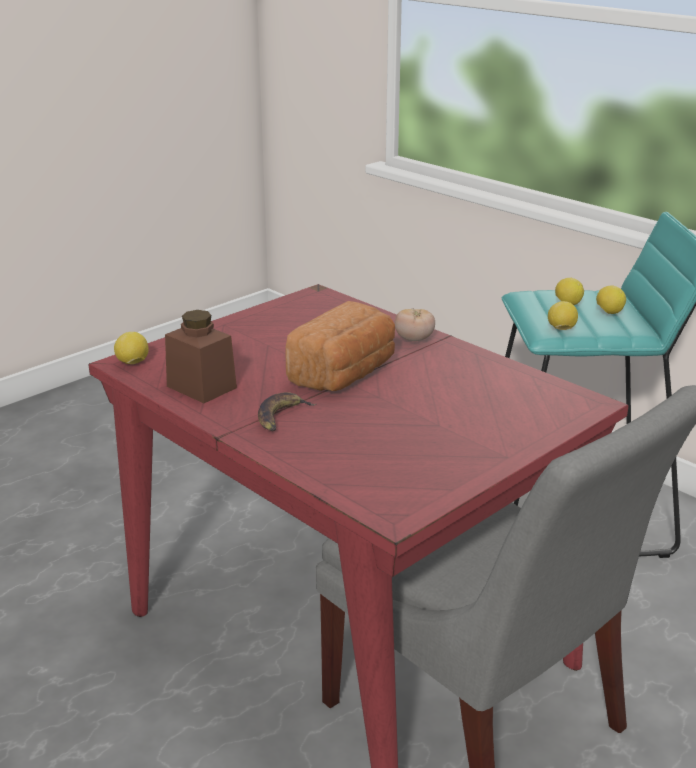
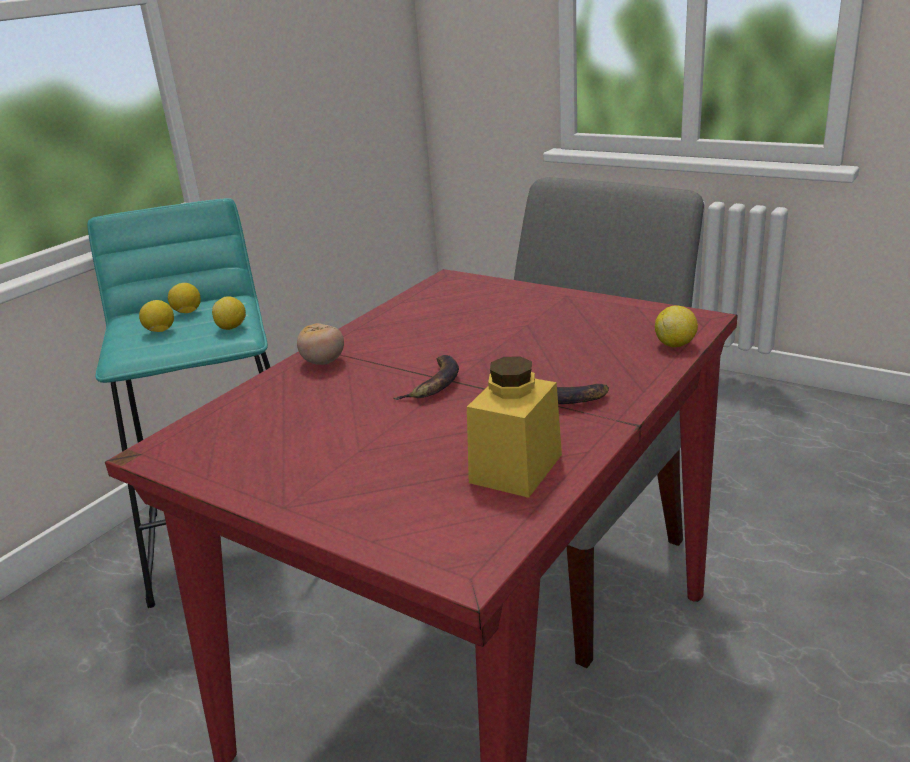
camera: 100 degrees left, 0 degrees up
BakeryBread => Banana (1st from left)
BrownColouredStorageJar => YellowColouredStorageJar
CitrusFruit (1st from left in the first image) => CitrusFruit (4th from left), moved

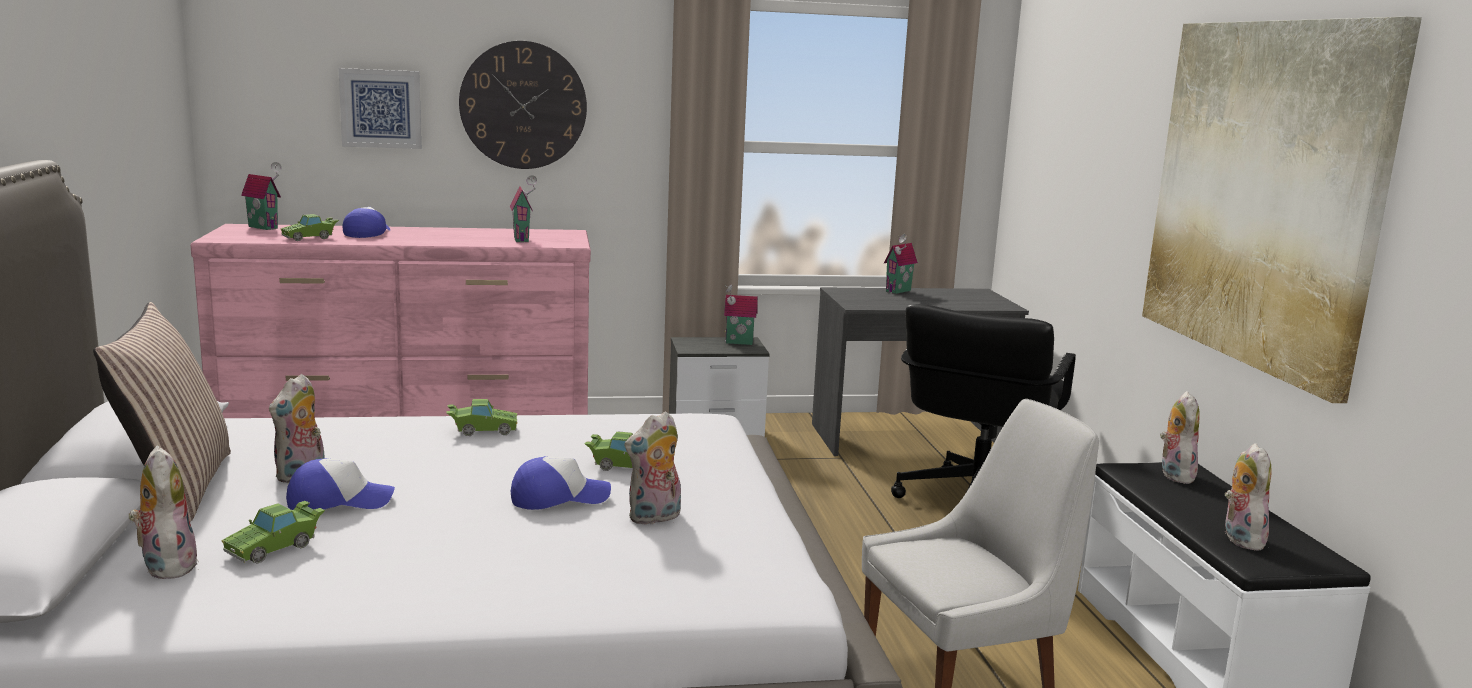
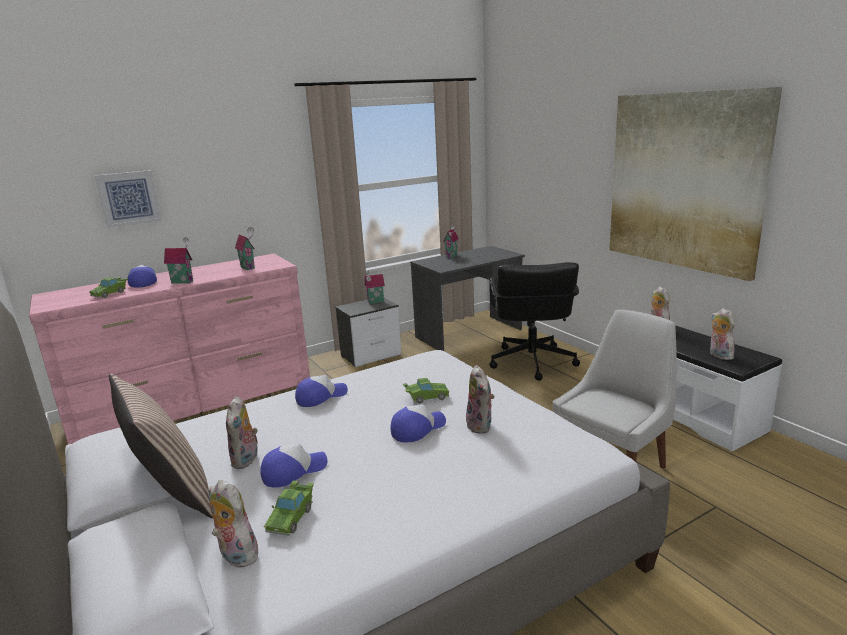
camera: 20 degrees left, 5 degrees up
ClockOnTheWall => nothing
ToyHouse (1st from left), moved
GreenModelCar (3rd from left) => PeakedCap (3rd from left)
CuddlyToy (3rd from left), 45 degrees counterclockwise

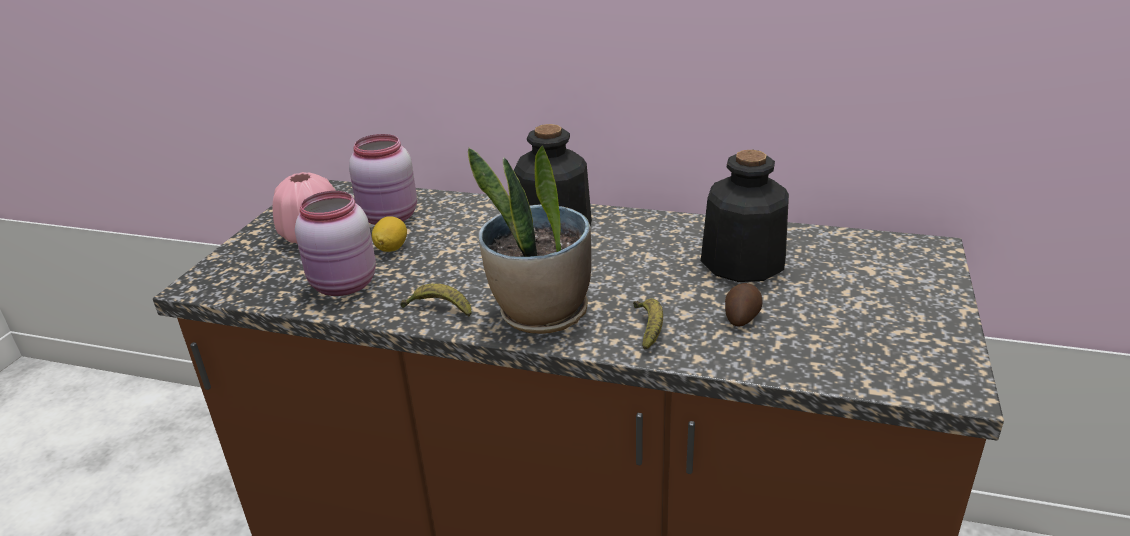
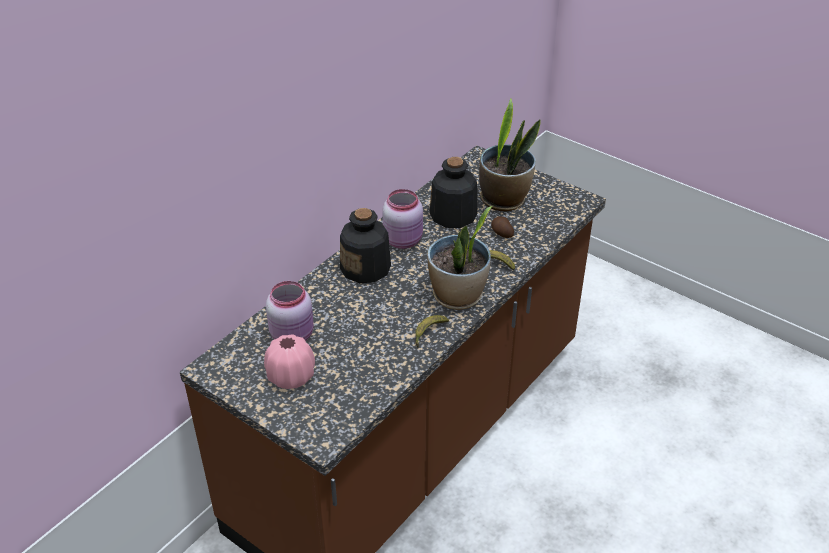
camera: 70 degrees left, 10 degrees up
PinkColouredStorageJar (1st from left in the first image) => PinkColouredStorageJar (2nd from left), moved
CitrusFruit => nothing
nothing => Houseplant (2nd from left)

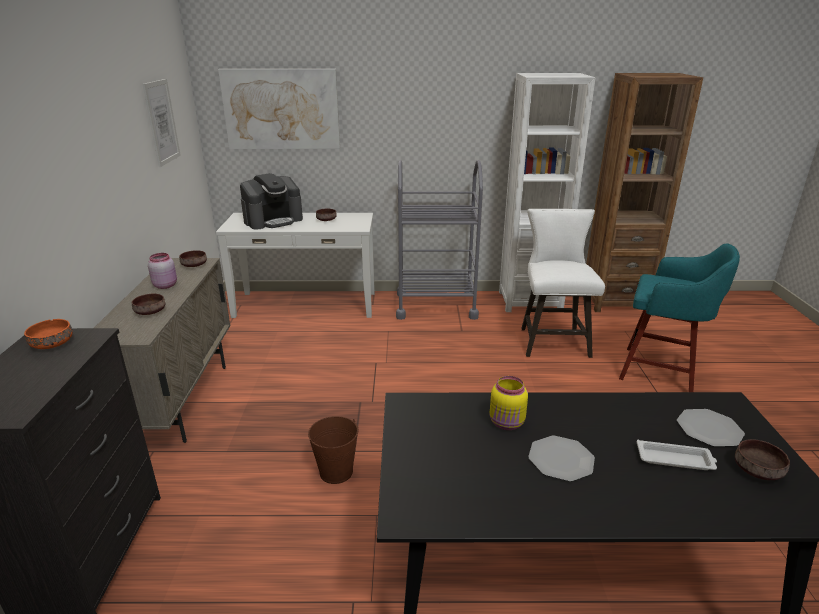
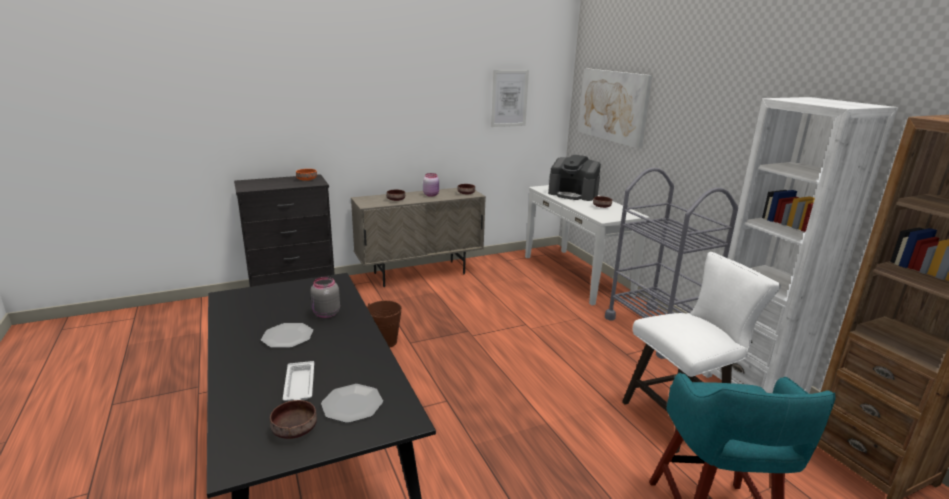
camera: 65 degrees right, 5 degrees down
YellowColouredStorageJar => GrayStorageJar

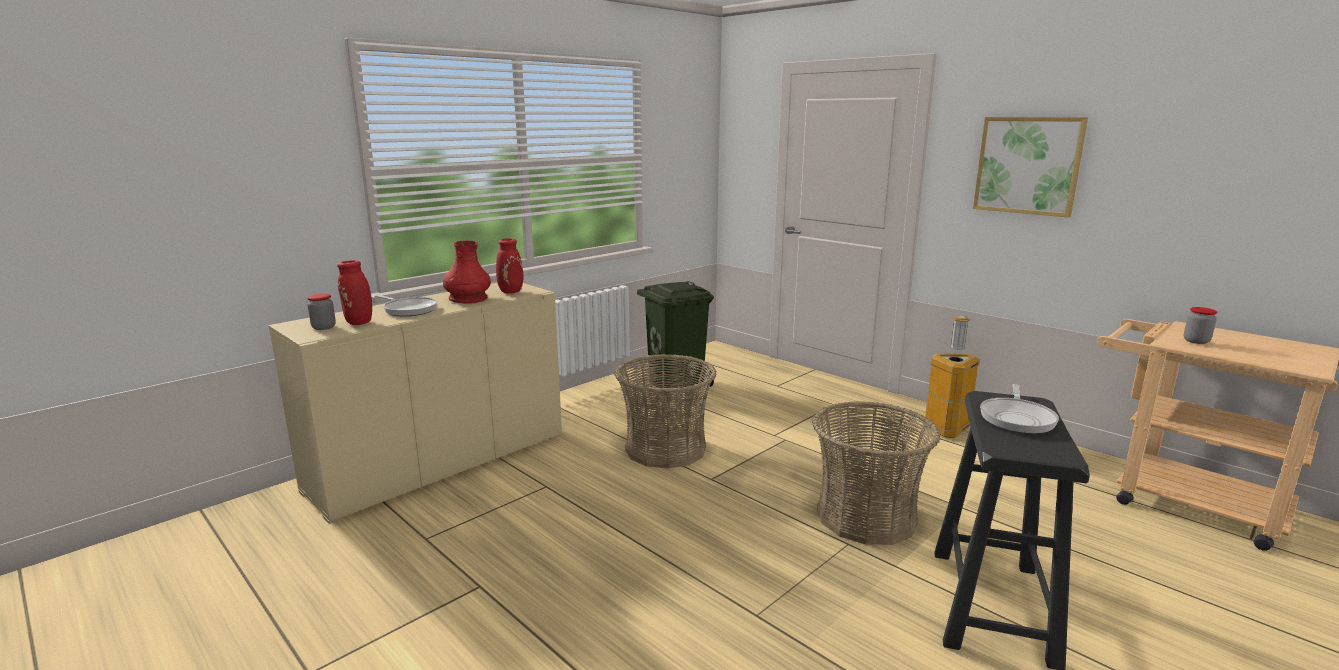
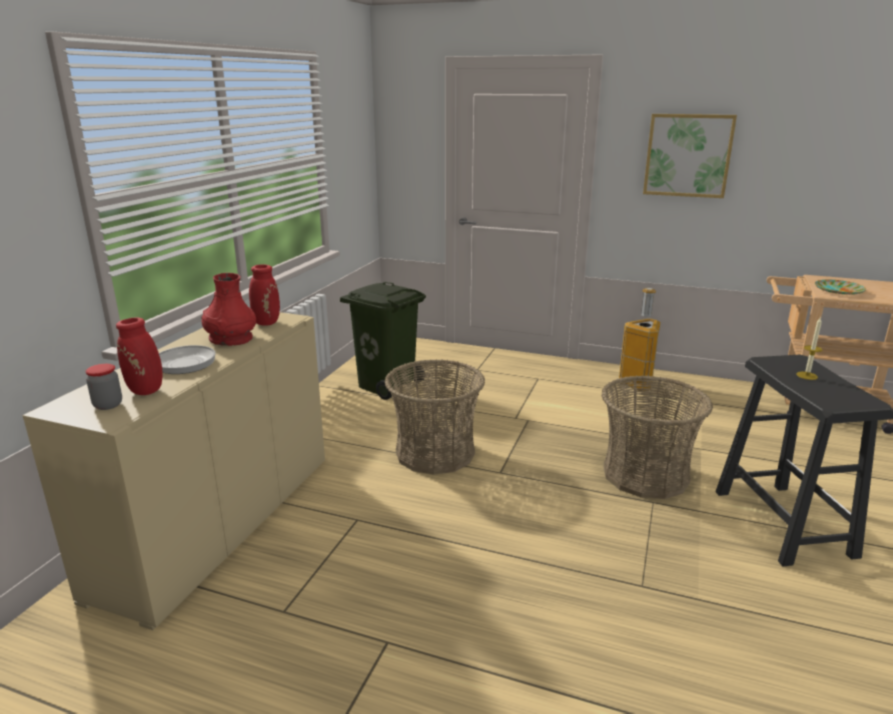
camera: 25 degrees left, 5 degrees up
StorageJar (2nd from left) => FlatDish
FryingPan (2nd from left) => WaxCandle

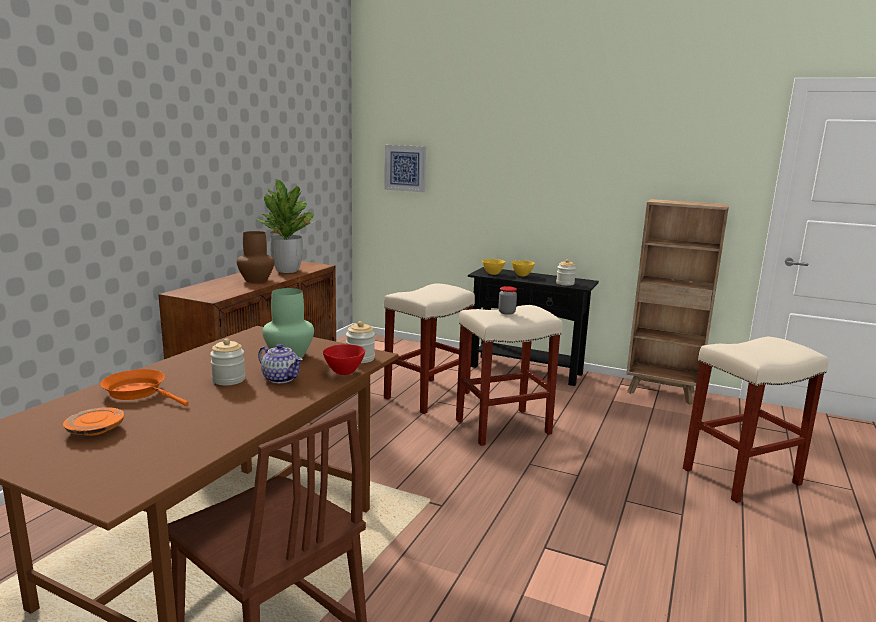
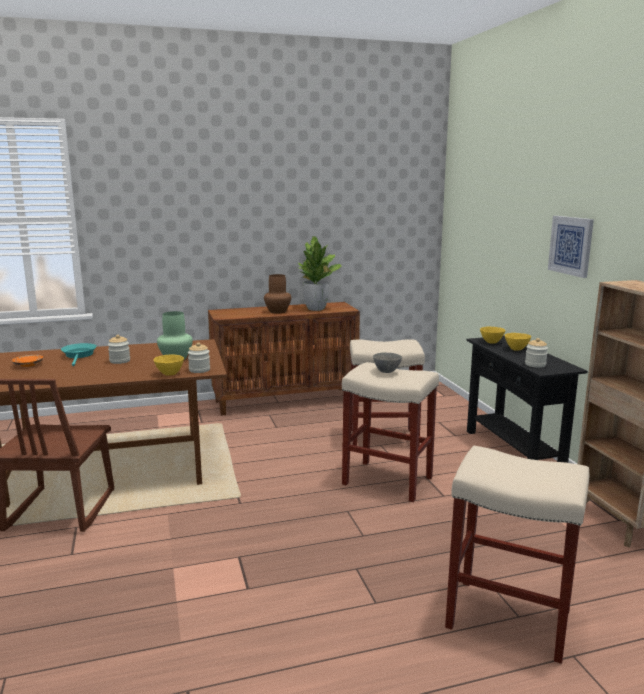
camera: 50 degrees right, 0 degrees up
Picture, moved
StorageJar (3rd from left) => GrayBowl
Teapot => nothing
ReddishBowl => YellowColouredBowl (1st from left)
OrangeyFryingPan => BlueGreenFryingPan

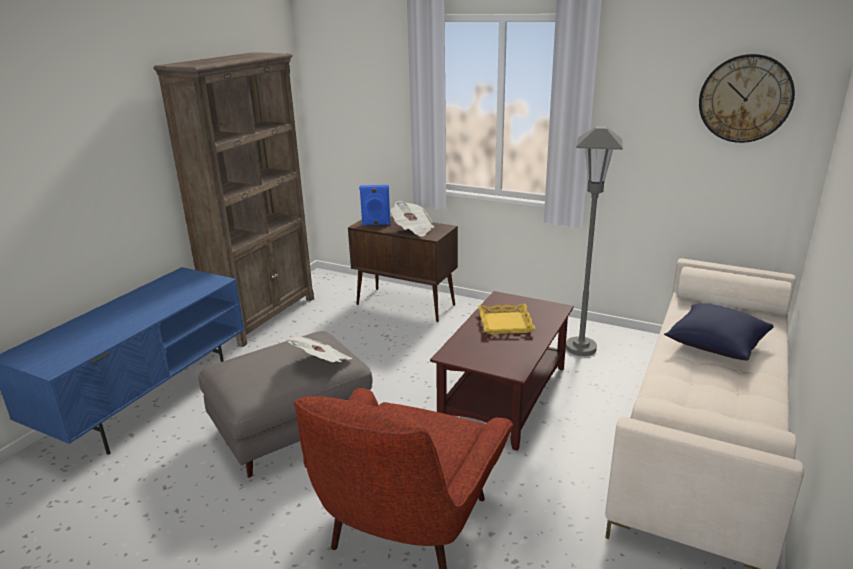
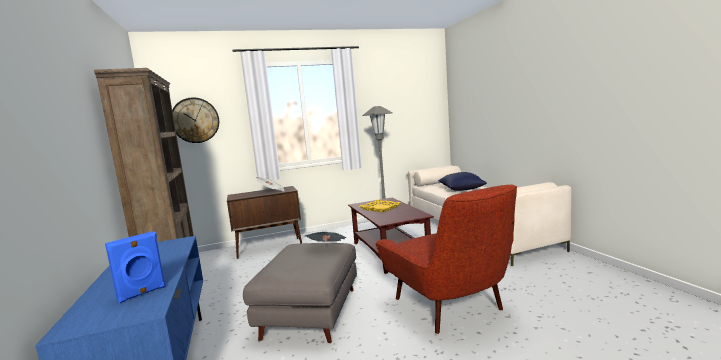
camera: 45 degrees left, 15 degrees down
ClockOnTheWall, moved
BlueSpeaker, moved

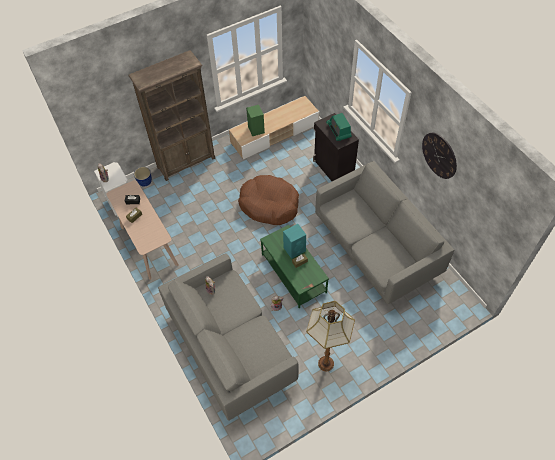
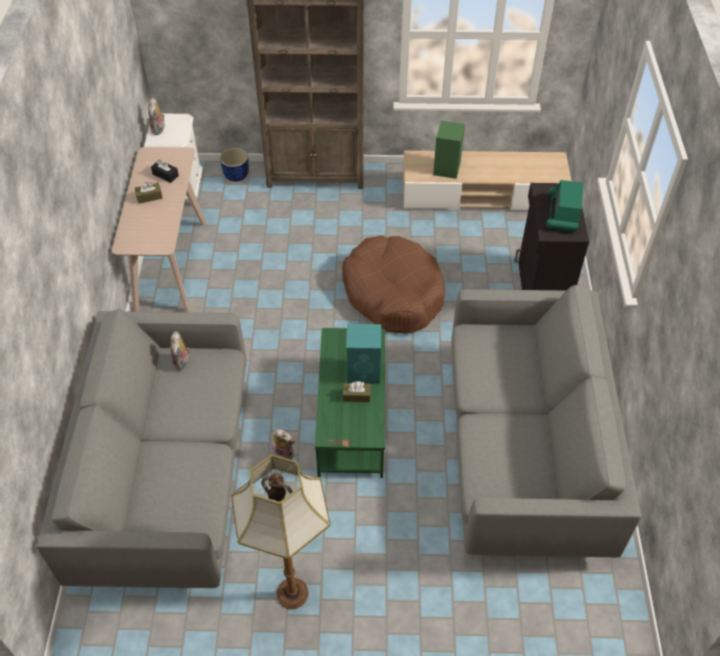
camera: 30 degrees right, 5 degrees down
ClockOnTheWall => nothing

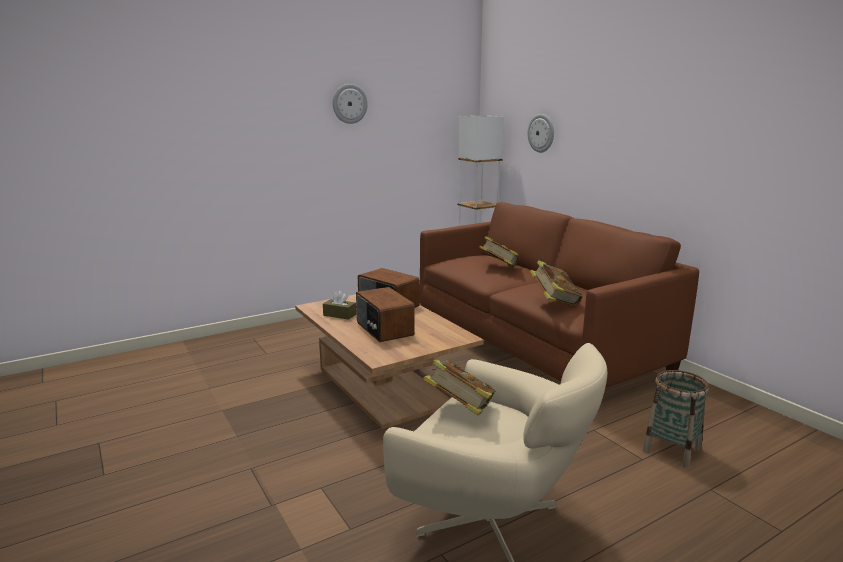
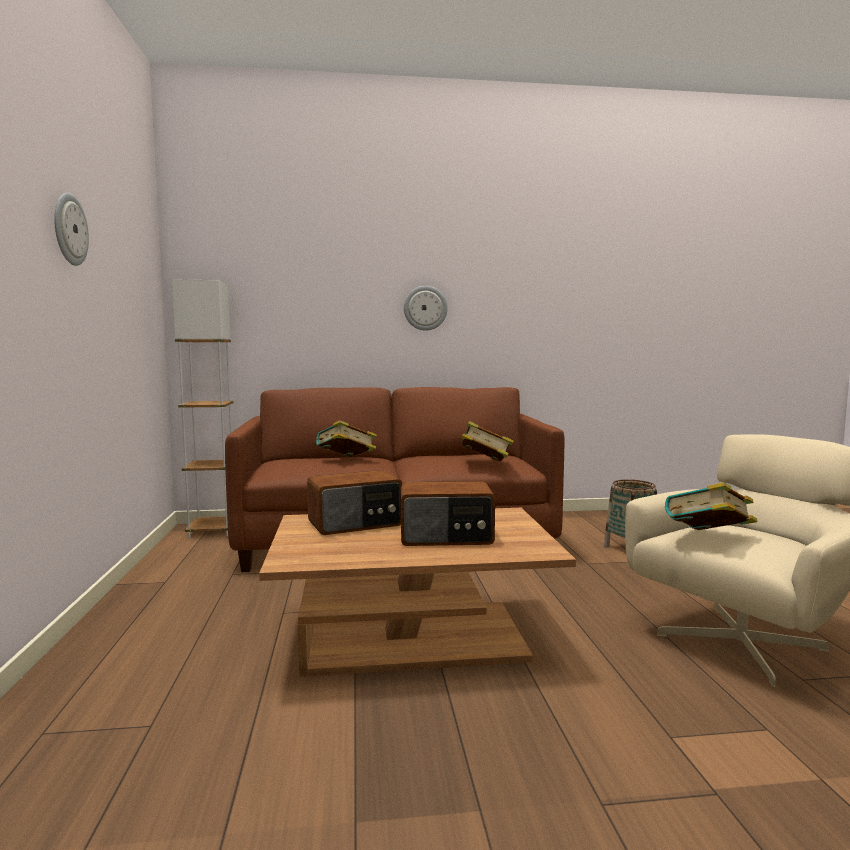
camera: 65 degrees left, 10 degrees down
ClockOnTheWall (2nd from left), moved
BrownColouredTissueBox => nothing

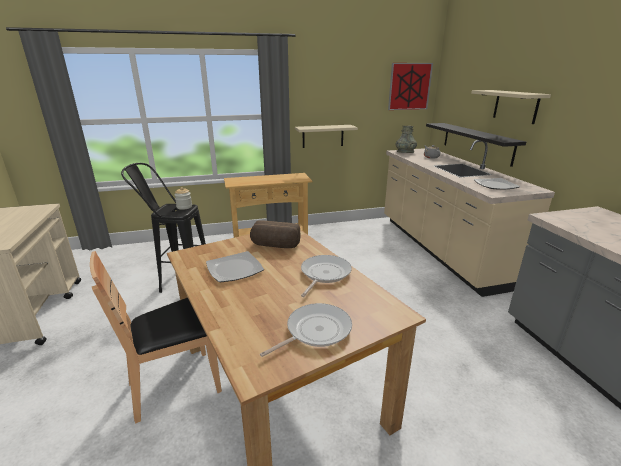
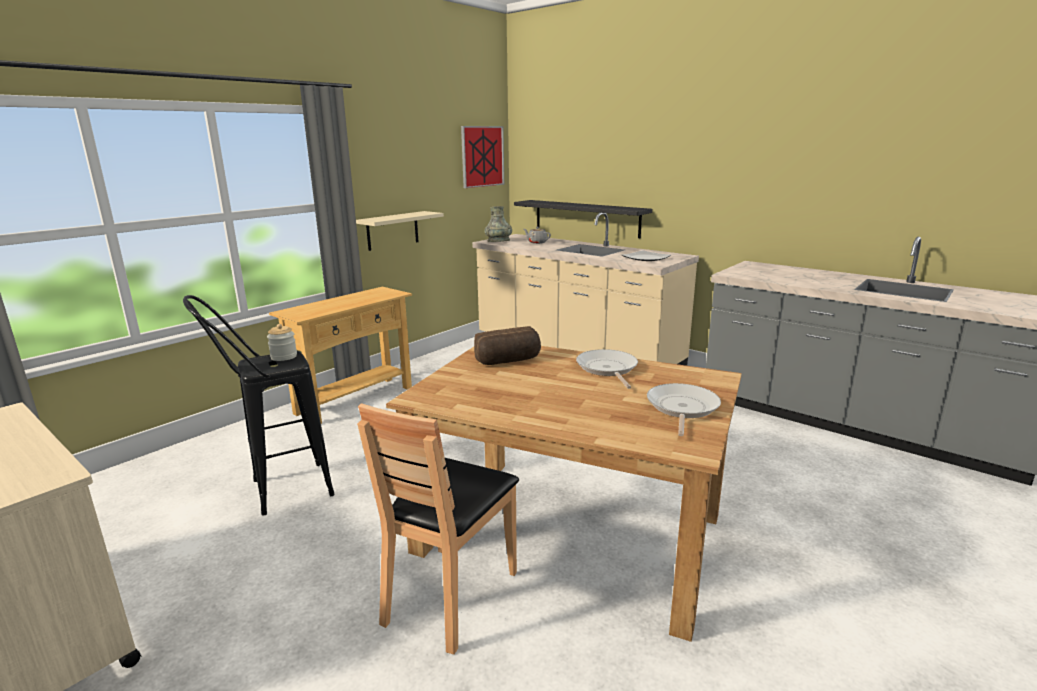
camera: 35 degrees left, 5 degrees down
BeigeShelf (2nd from left) => nothing
FlatDish (1st from left) => nothing

